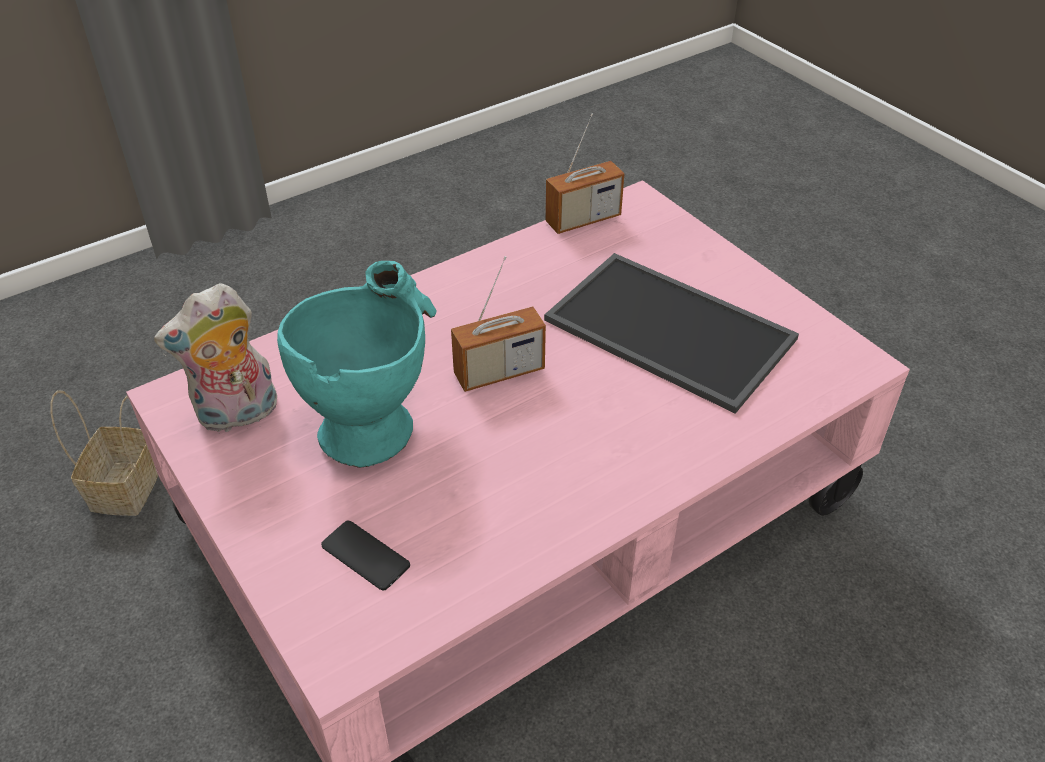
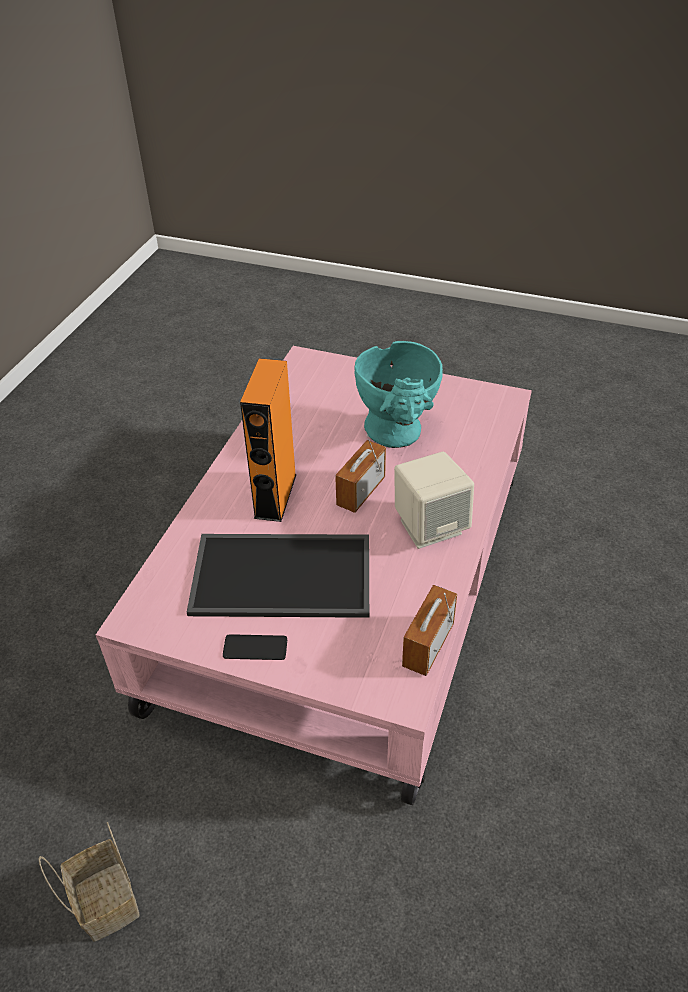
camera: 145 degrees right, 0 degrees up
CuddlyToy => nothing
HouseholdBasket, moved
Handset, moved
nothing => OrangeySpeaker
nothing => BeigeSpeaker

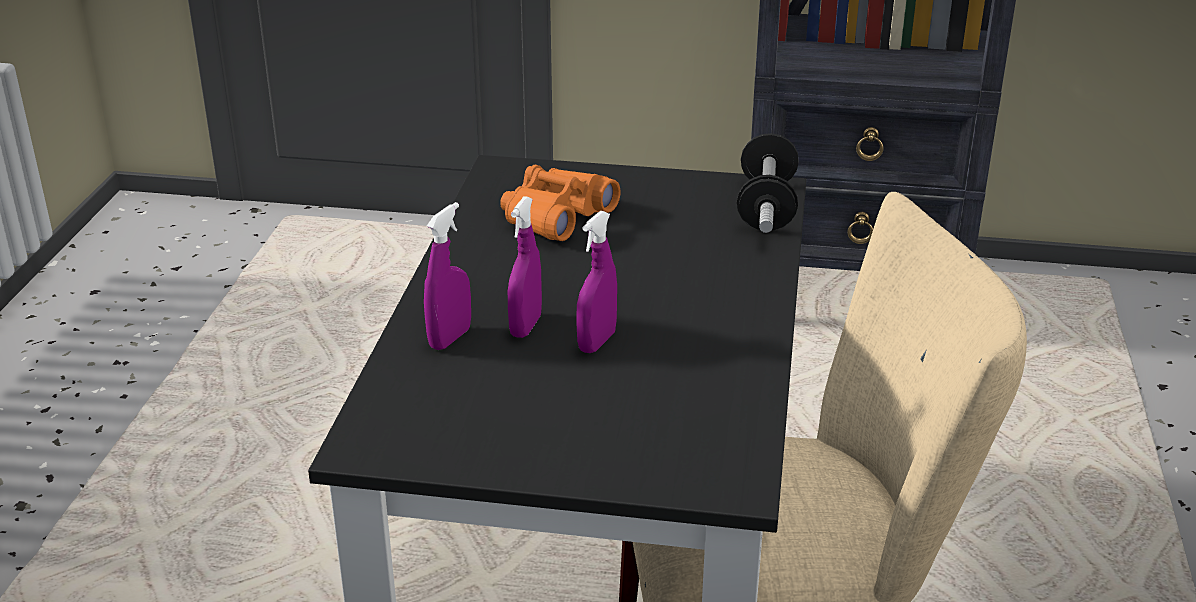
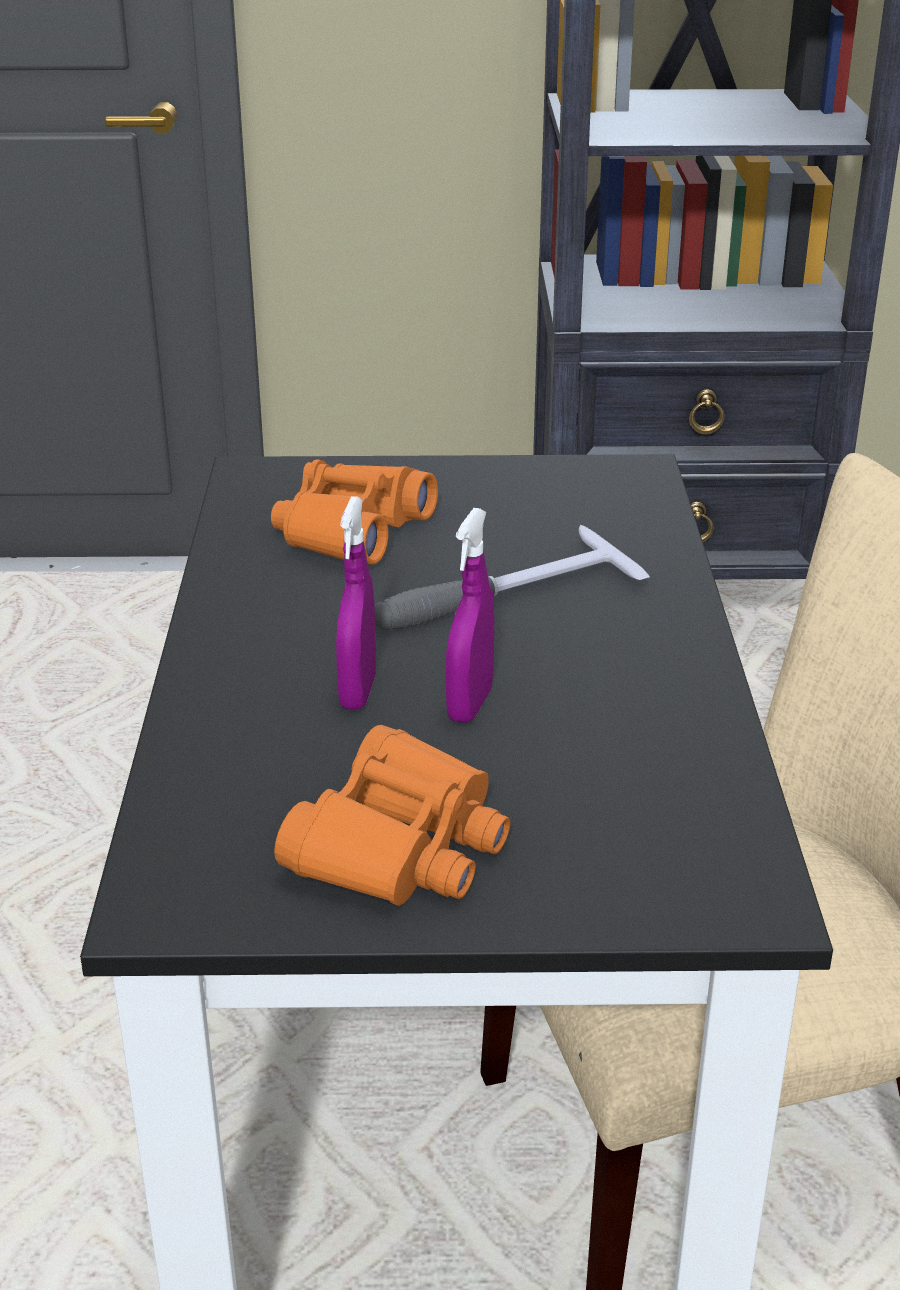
camera: 10 degrees left, 0 degrees up
HandWeight => nothing
PurplishSprayBottle (1st from left) => nothing
nothing => ToolHammer
nothing => OrangeyBinoculars (2nd from left)

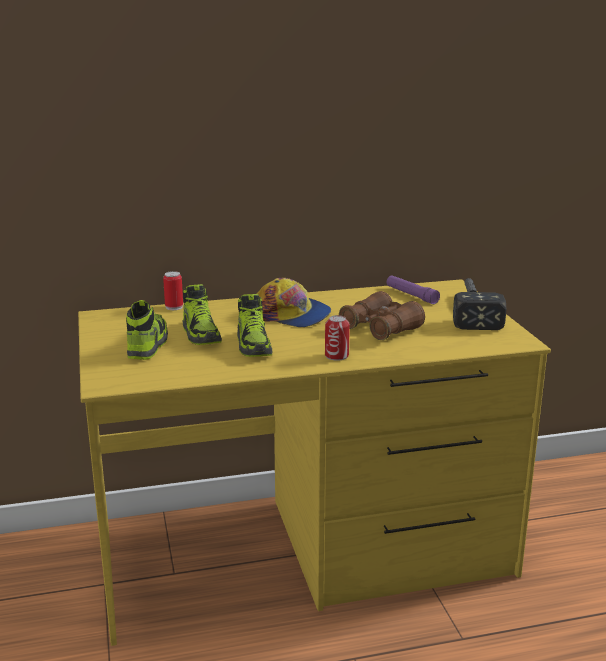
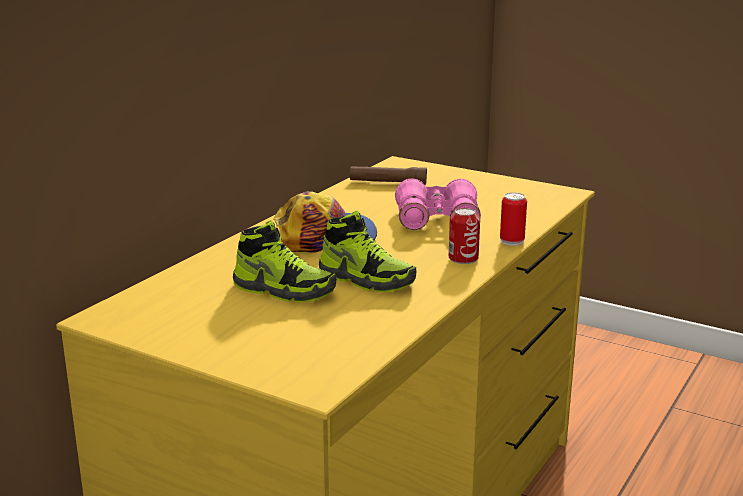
camera: 45 degrees left, 0 degrees up
SealedCan (1st from left in the first image) => SealedCan (2nd from left), moved
PurplishHandTorch => BrownColouredHandTorch
ToolHammer => nothing
BrownColouredBinoculars => PinkColouredBinoculars
Shoe (1st from left) => nothing

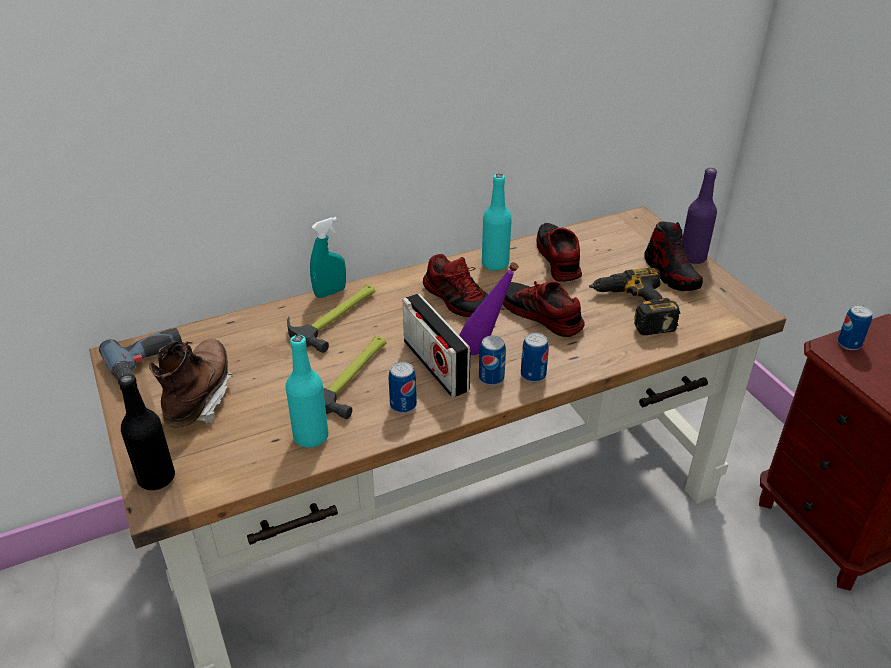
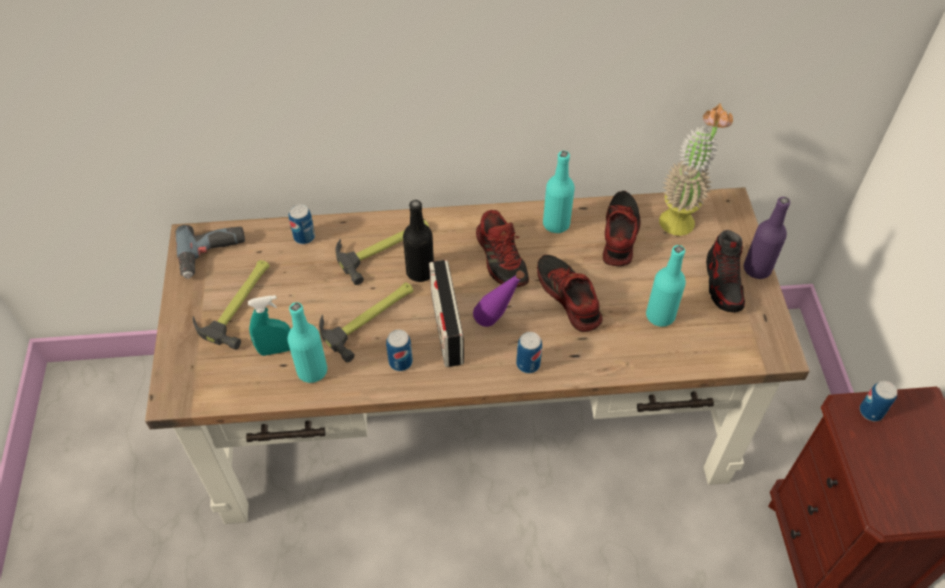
camera: 20 degrees right, 15 degrees up
BlueGreenSprayBottle, moved
ElectricDrill (2nd from left) => BlueGreenDrinkBottle (3rd from left)
SealedCan (2nd from left in the first image) => SealedCan (1st from left), moved
BrownColouredHighTopBoot => ToolHammer (1st from left)
BlackColouredDrinkBottle, moved
nothing => Houseplant

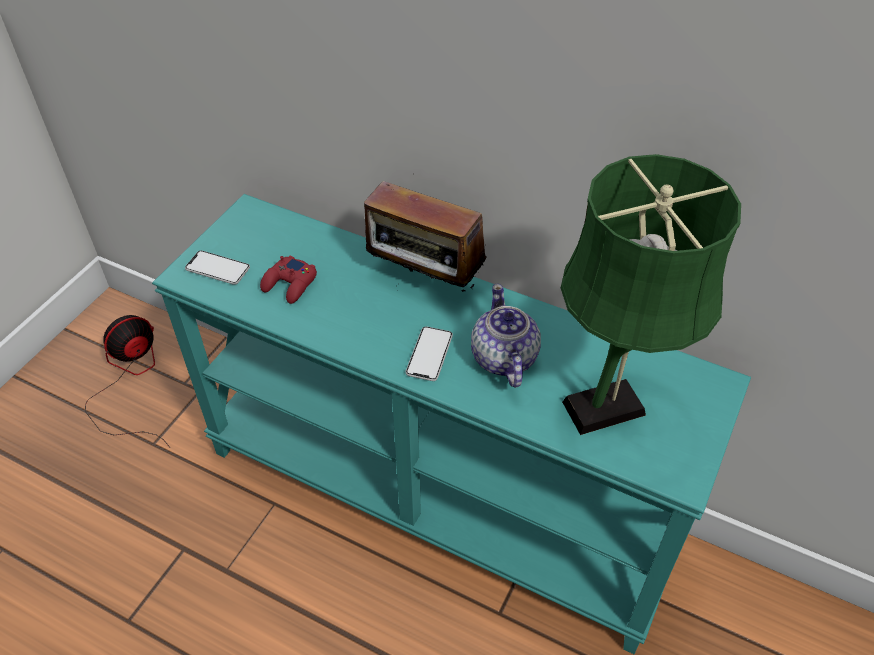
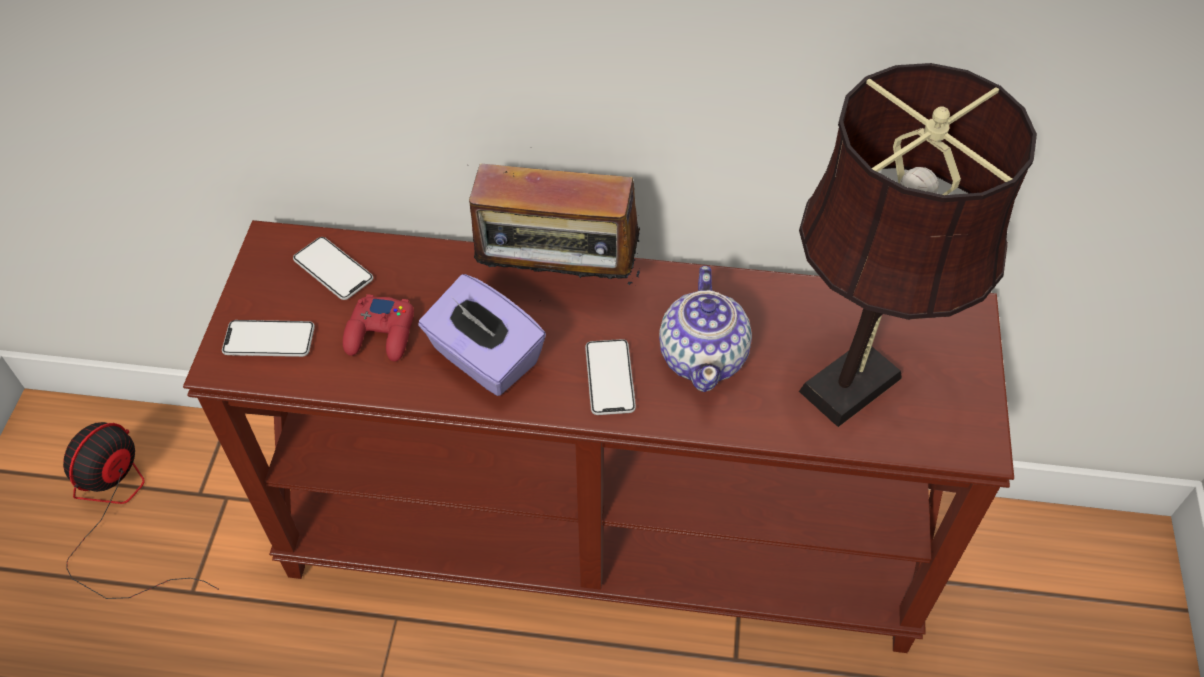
camera: 20 degrees left, 5 degrees up
GreenTabletopLamp => BrownColouredTabletopLamp
BlueGreenHallTable => BrownColouredHallTable
Teapot, 150 degrees counterclockwise
nothing => Handset (2nd from left)
nothing => PurplishTissueBox

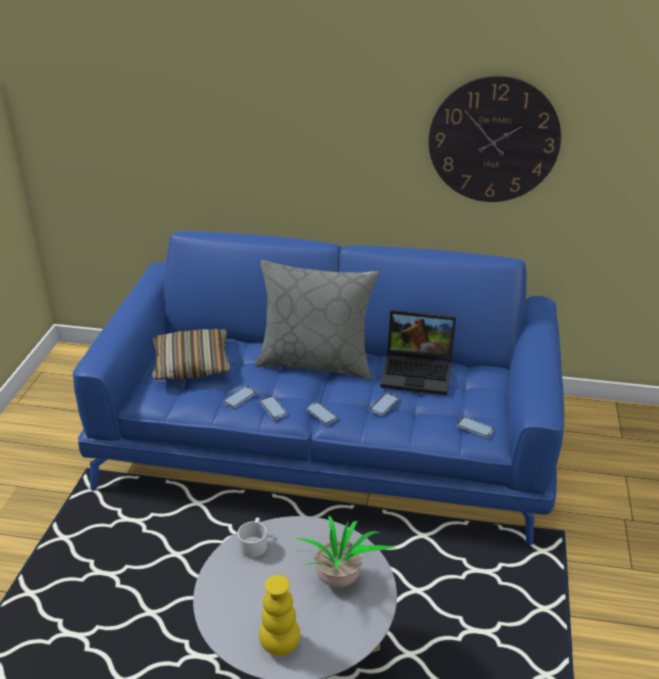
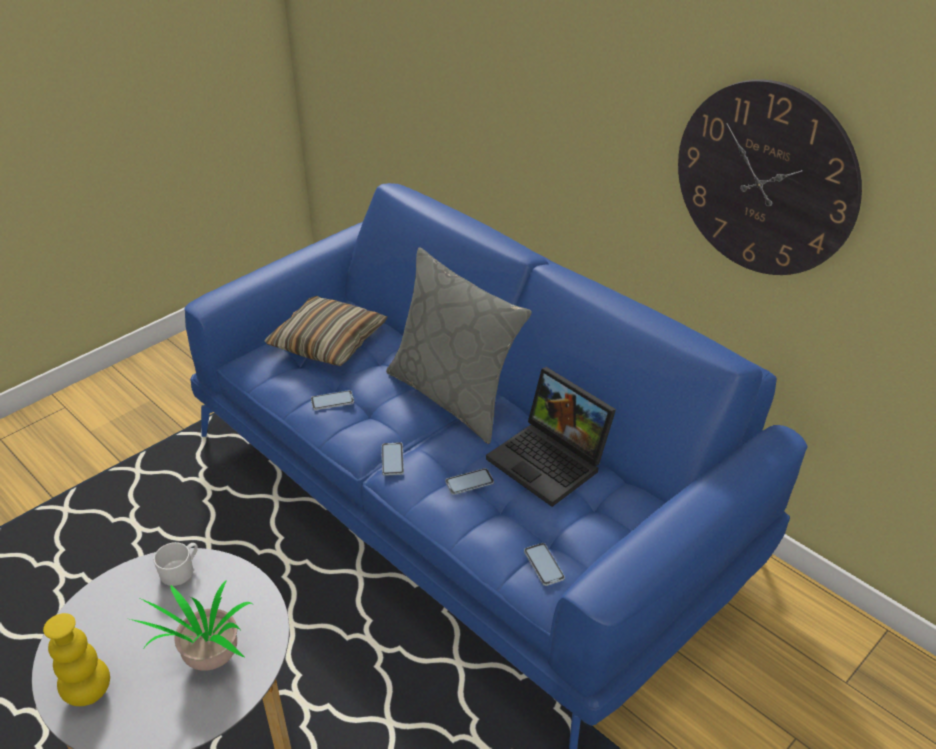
camera: 35 degrees right, 5 degrees up
Handset (2nd from left) => nothing

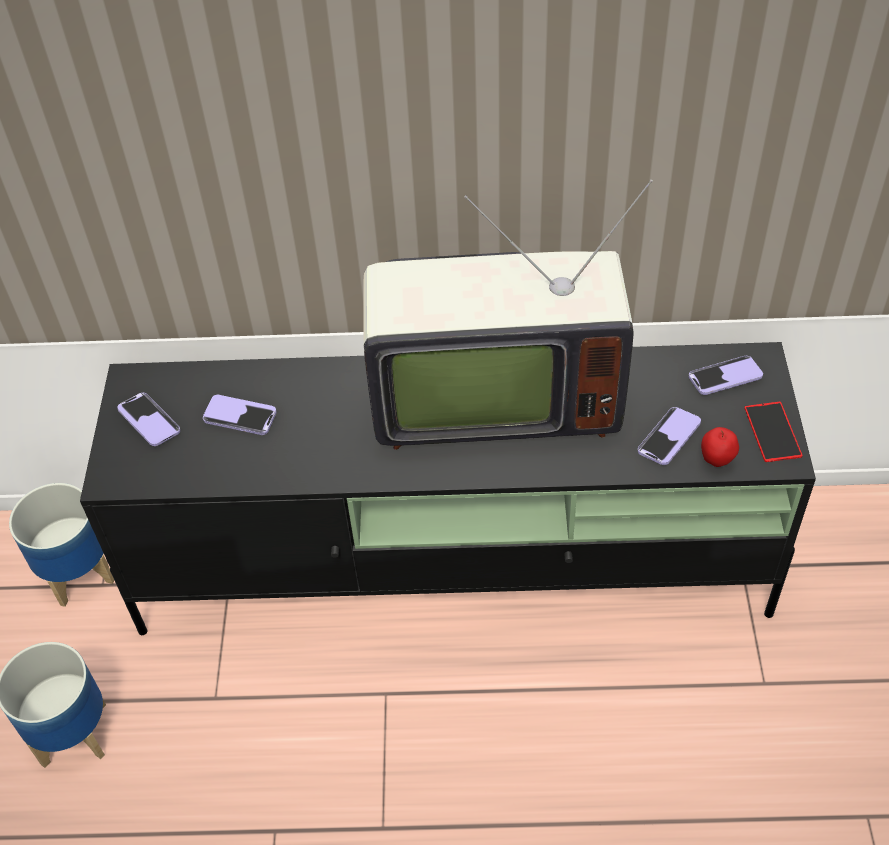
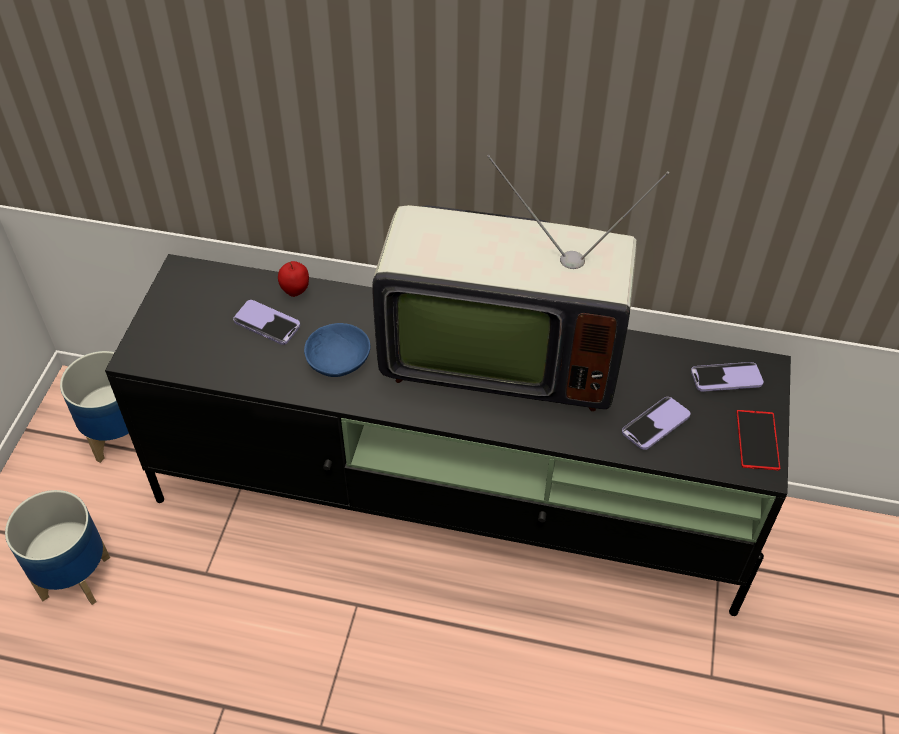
camera: 10 degrees right, 0 degrees up
Handset (1st from left) => nothing
AppleFruit, moved
nothing => BlueBowl

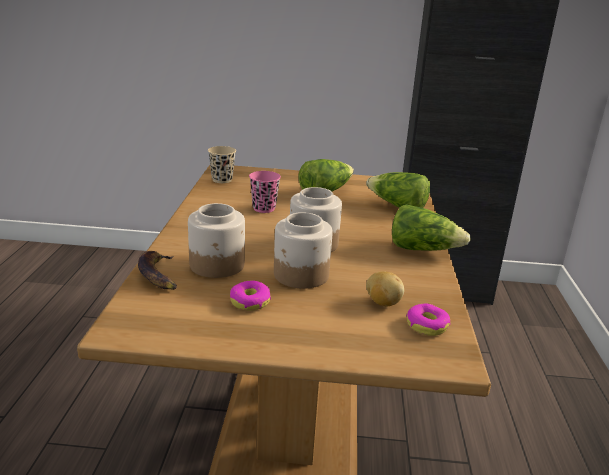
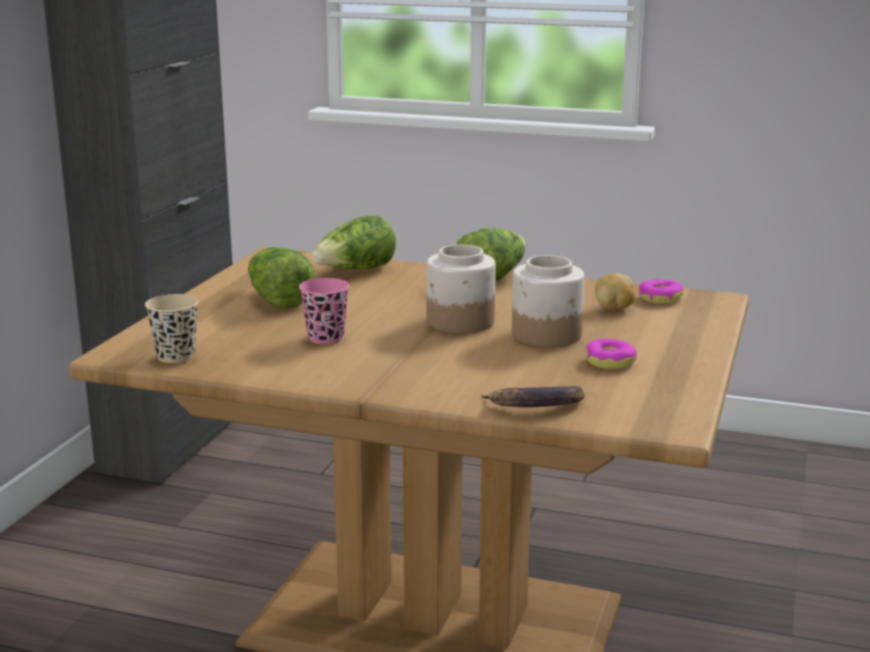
camera: 75 degrees left, 5 degrees down
StorageJar (1st from left) => nothing

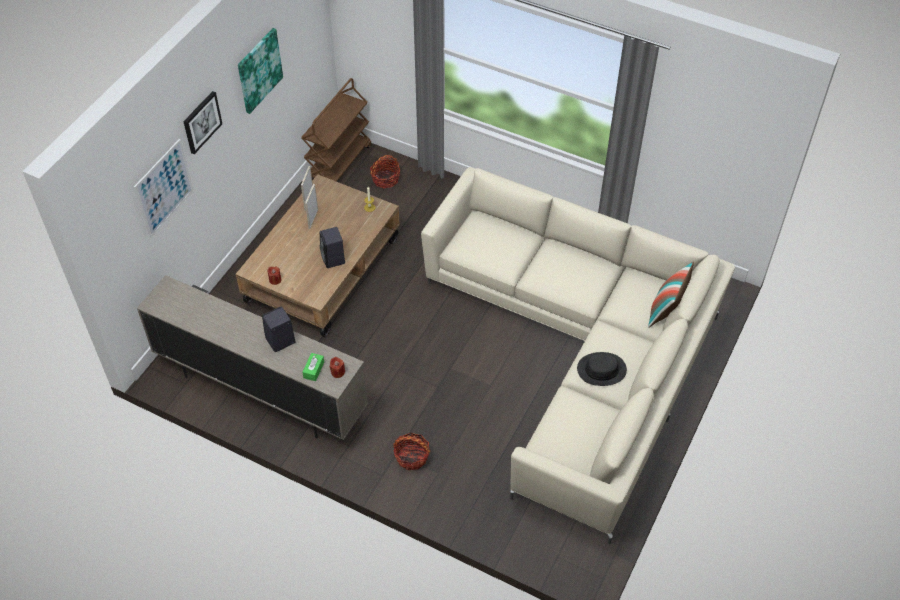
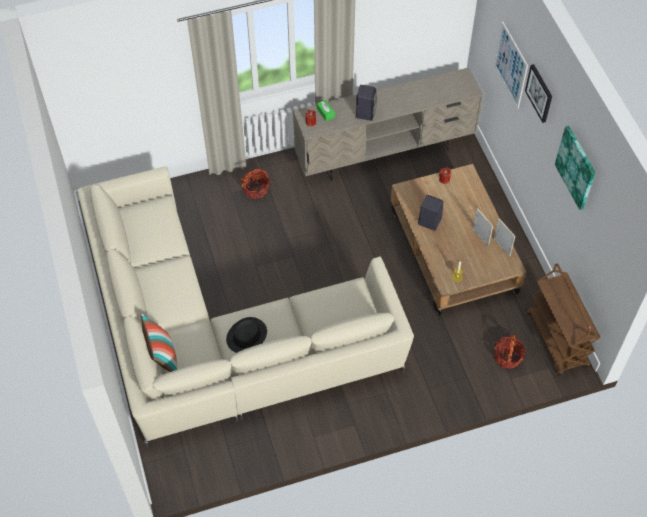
camera: 135 degrees right, 5 degrees up
BlackColouredWearableHat, moved

